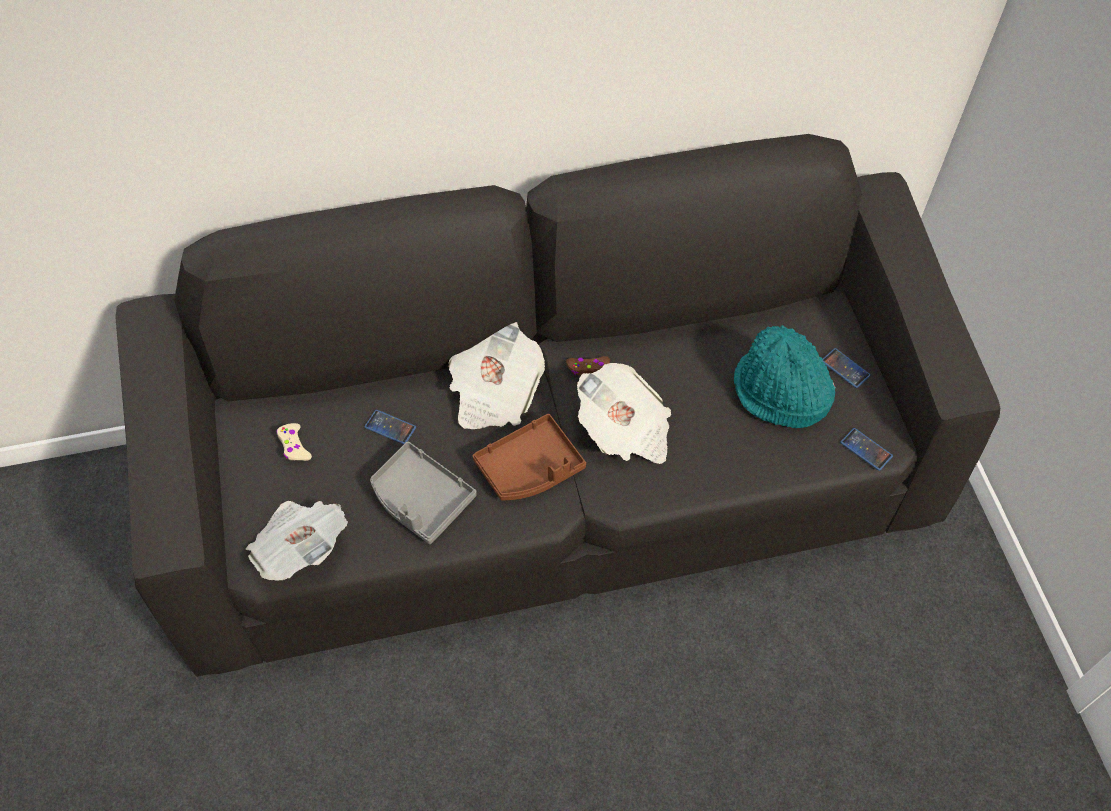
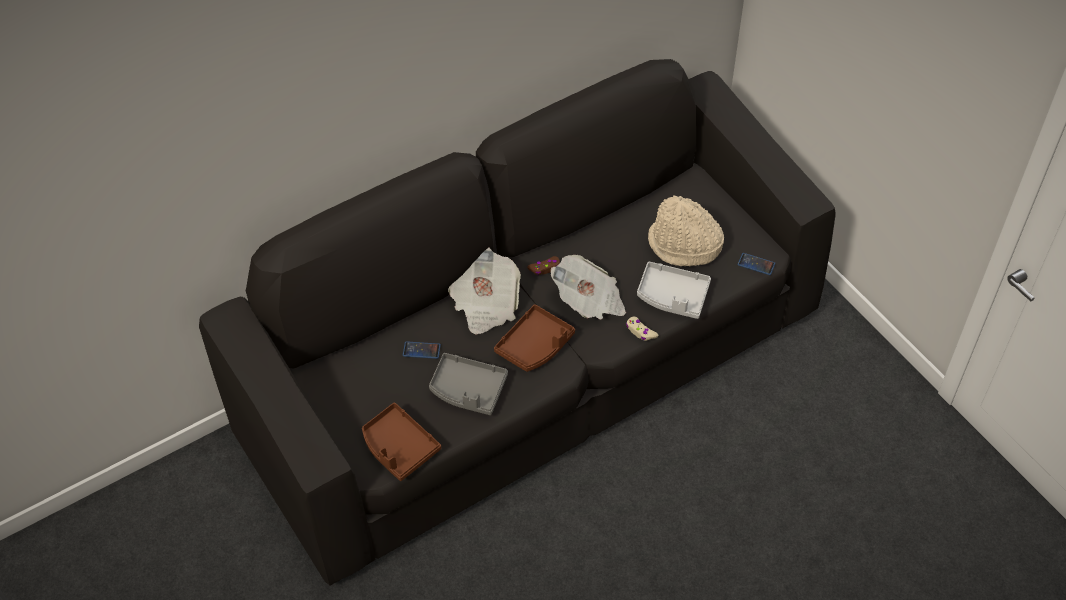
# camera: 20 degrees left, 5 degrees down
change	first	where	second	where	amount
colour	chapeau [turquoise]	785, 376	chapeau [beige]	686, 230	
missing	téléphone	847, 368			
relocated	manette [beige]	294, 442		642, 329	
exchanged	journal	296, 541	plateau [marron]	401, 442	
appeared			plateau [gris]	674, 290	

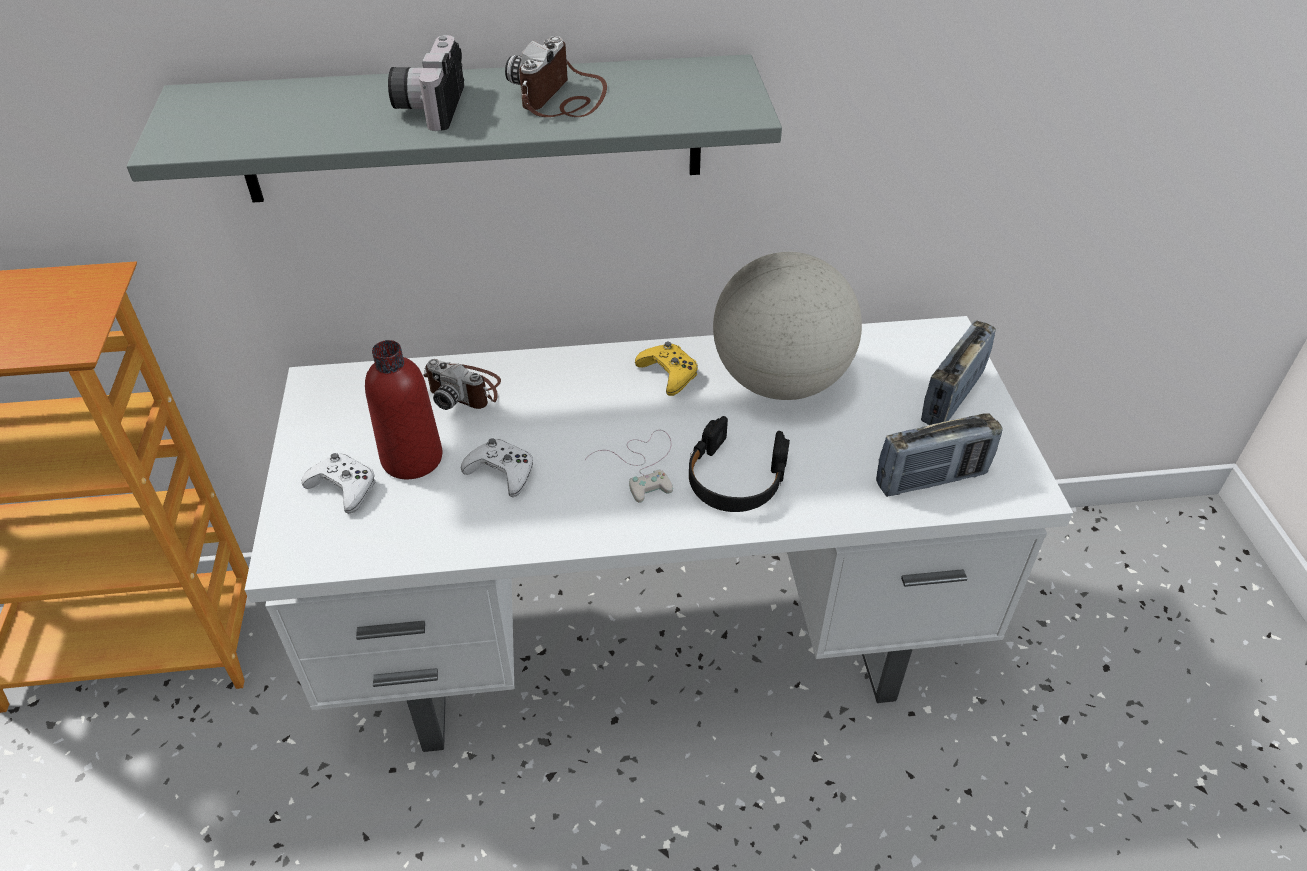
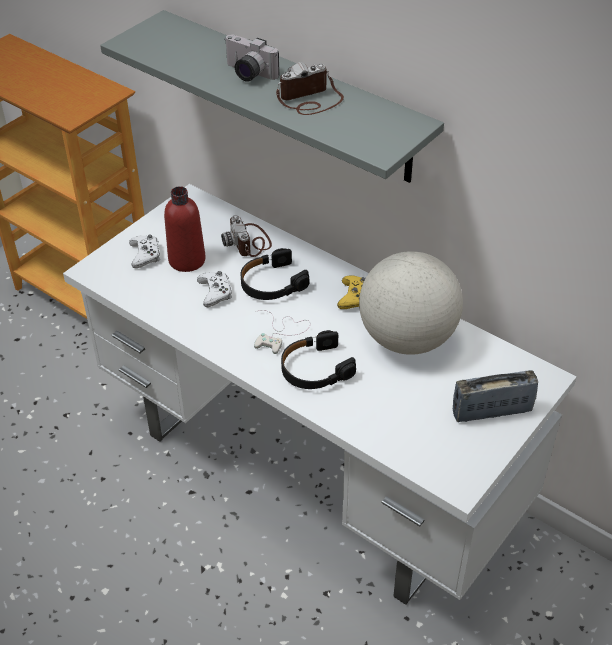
# camera: 45 degrees right, 0 degrees up
change	first	where	second	where	amount
spun	appareil photo	426, 83		251, 58	105 degrees counterclockwise
missing	radio	939, 455			
appeared			casque audio [noir]	275, 274	

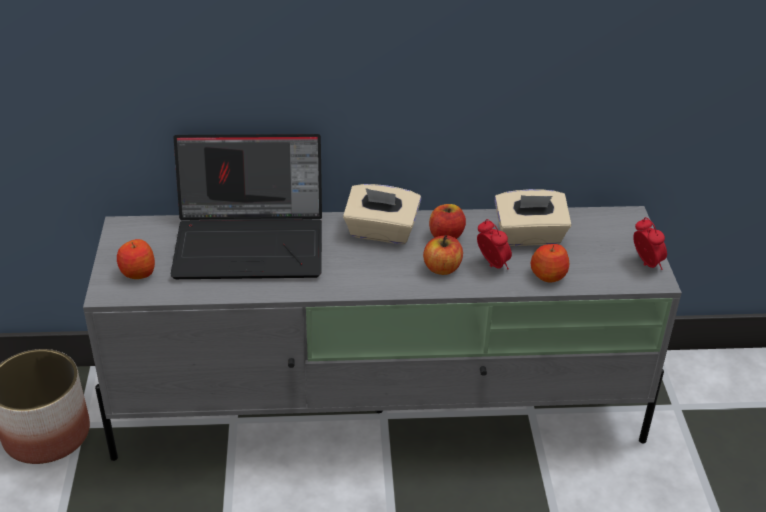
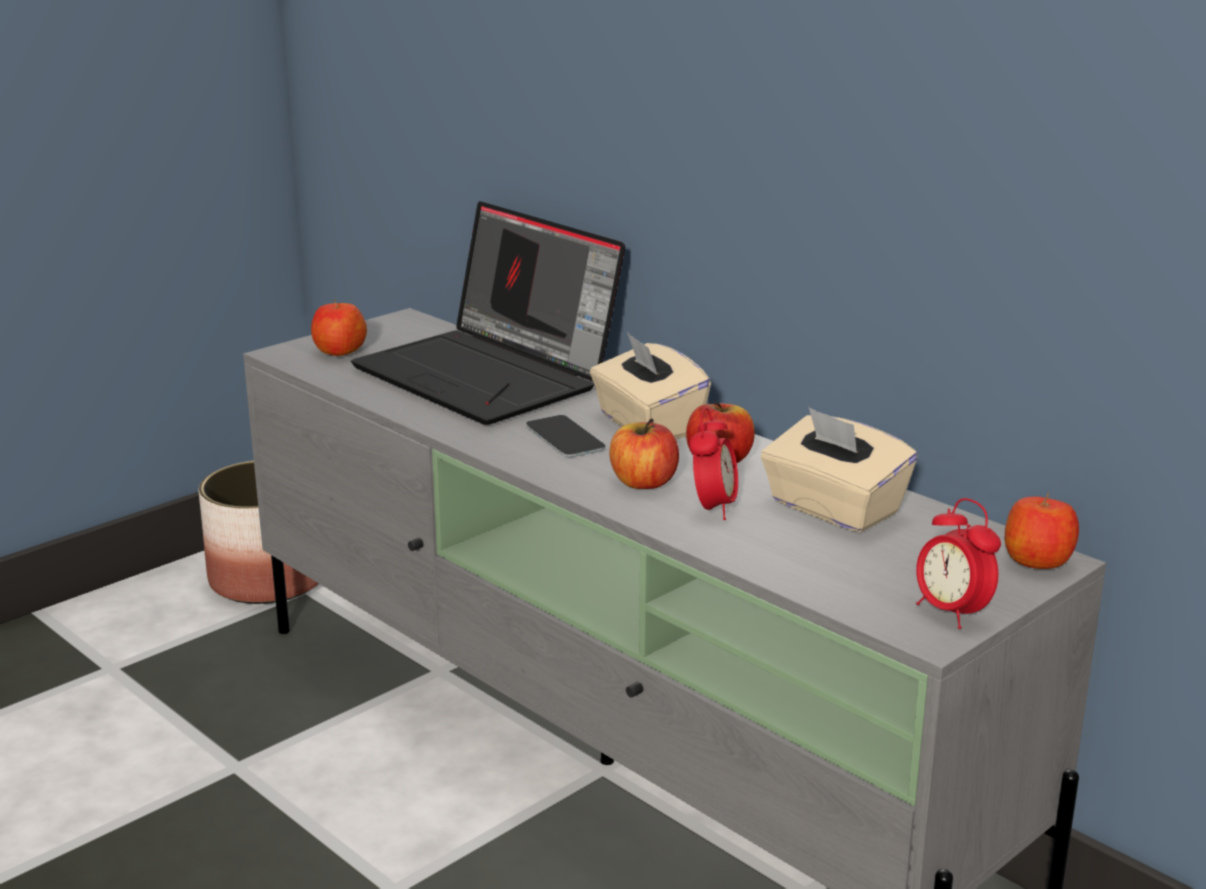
# camera: 50 degrees right, 15 degrees down
change	first	where	second	where	amount
spun	réveil	650, 243		958, 563	120 degrees clockwise
relocated	pomme	550, 263		1042, 531	
appeared			téléphone	565, 436	

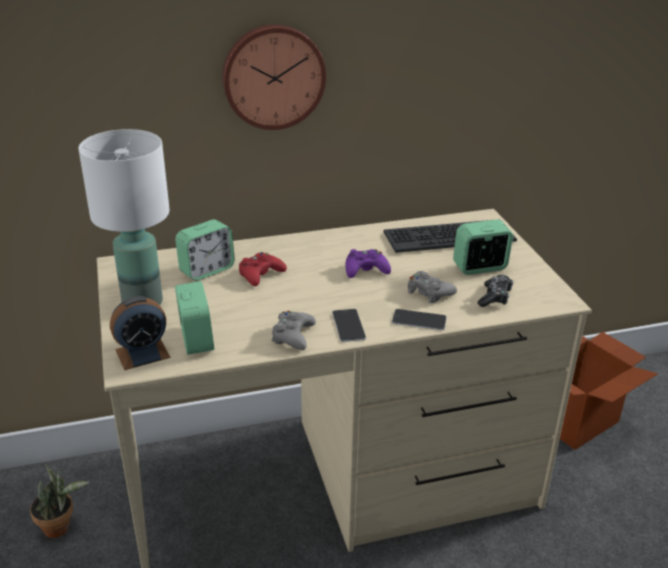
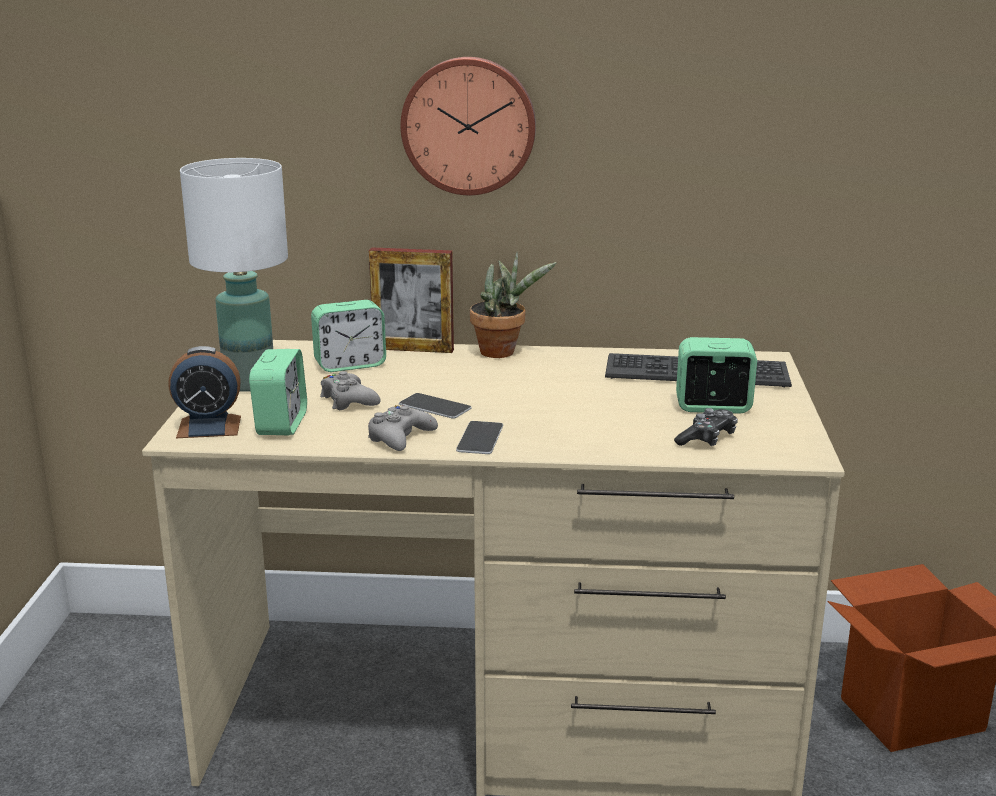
# camera: 20 degrees right, 10 degrees down
change	first	where	second	where	amount
missing	manette [violet]	368, 263			
missing	manette [rouge]	263, 269			
relocated	manette [gris]	432, 287		350, 390	
relocated	téléphone	419, 319		435, 406	
relocated	plante en pot	59, 501		513, 305	
appeared			cadre photo	411, 300	

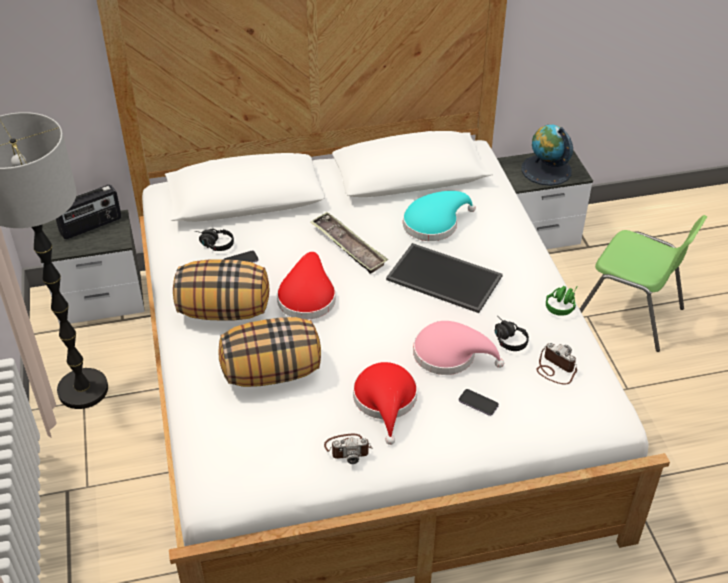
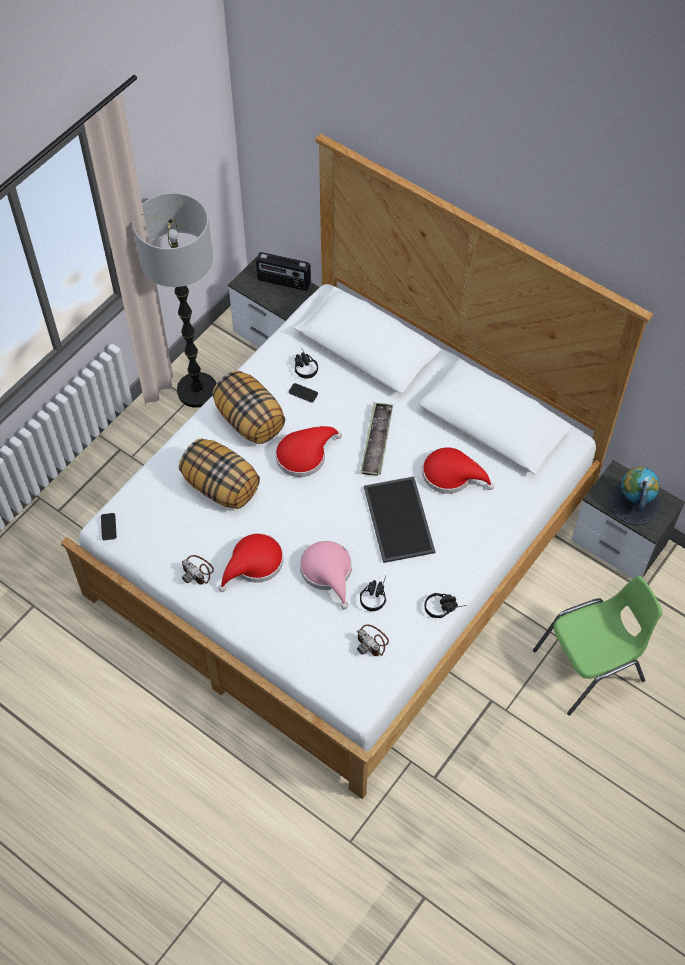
# camera: 50 degrees right, 15 degrees up
change	first	where	second	where	amount
colour	chapeau [turquoise]	439, 216	chapeau [rouge]	458, 470	
spun	chaise [vert]	643, 283		598, 645	105 degrees counterclockwise
colour	casque audio [vert]	561, 301	casque audio [noir]	446, 605	
spun	appareil photo	556, 364		373, 640	135 degrees clockwise
relocated	téléphone	479, 402		109, 526	

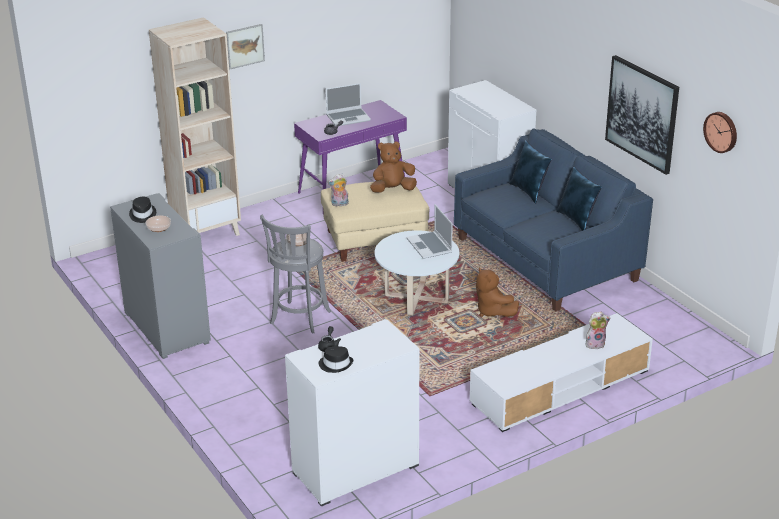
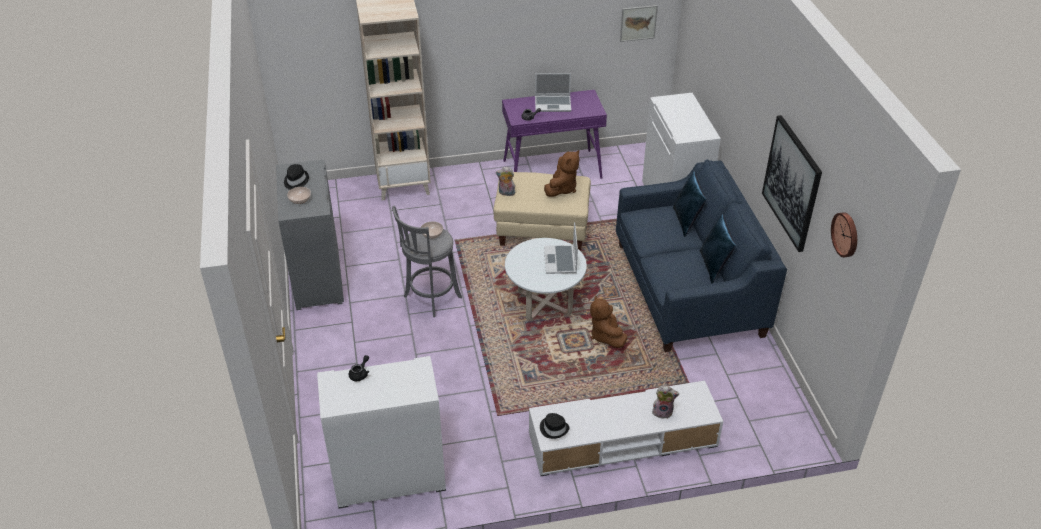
# camera: 20 degrees right, 10 degrees up
change	first	where	second	where	amount
relocated	tableau	245, 46		639, 23	
spun	peluche [marron]	393, 167		561, 173	120 degrees clockwise
relocated	chapeau [noir]	336, 359		554, 426	

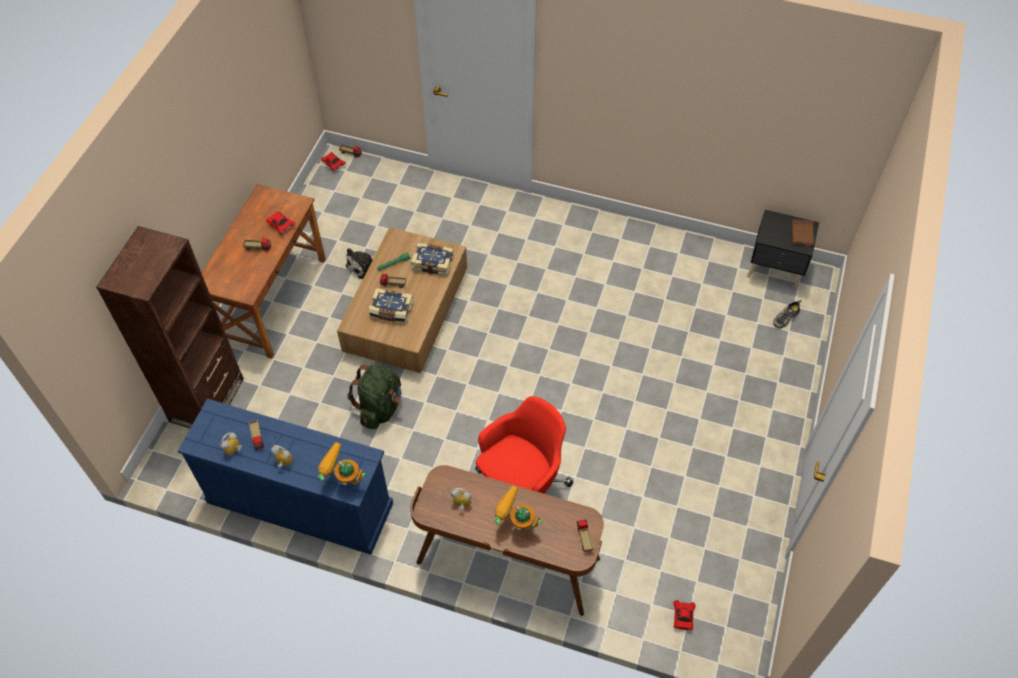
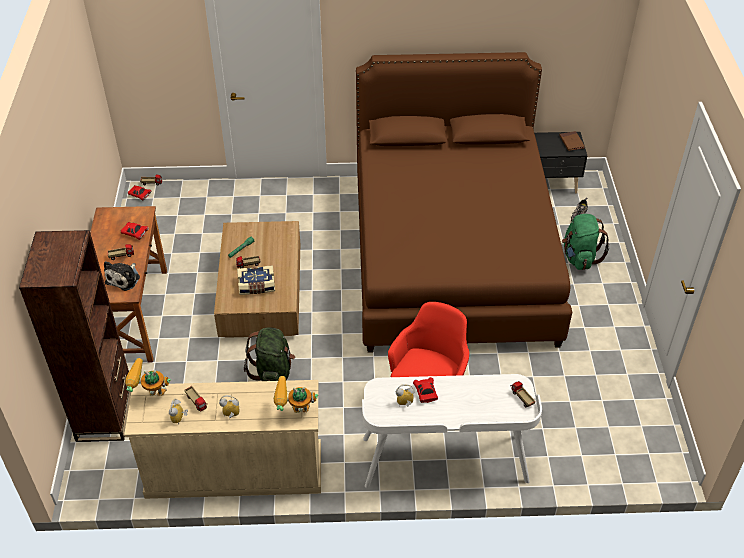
# camera: 20 degrees left, 10 degrees down
change	first	where	second	where	amount
missing	livre	432, 259			
relocated	peluche	361, 263		122, 276	
colour	commode [bleu]	285, 477	commode [beige]	222, 439	
colour	bureau [marron]	507, 540	bureau [blanc]	452, 431	
relocated	robot jouet	518, 508		148, 377	
relocated	petite voiture [rouge]	684, 615		425, 390	
appeared			lit [marron]	464, 202	
appeared			sac à dos [vert]	585, 242	

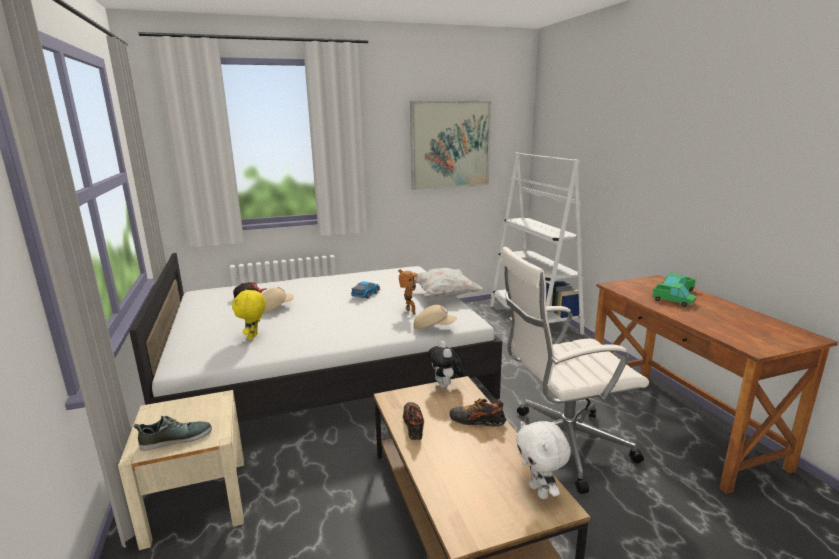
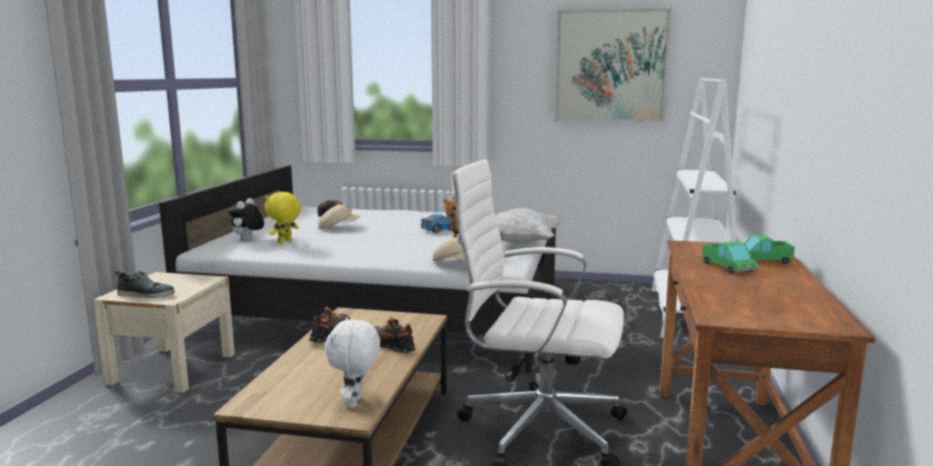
# camera: 30 degrees right, 5 degrees down
change	first	where	second	where	amount
relocated	peluche	446, 364		246, 219	

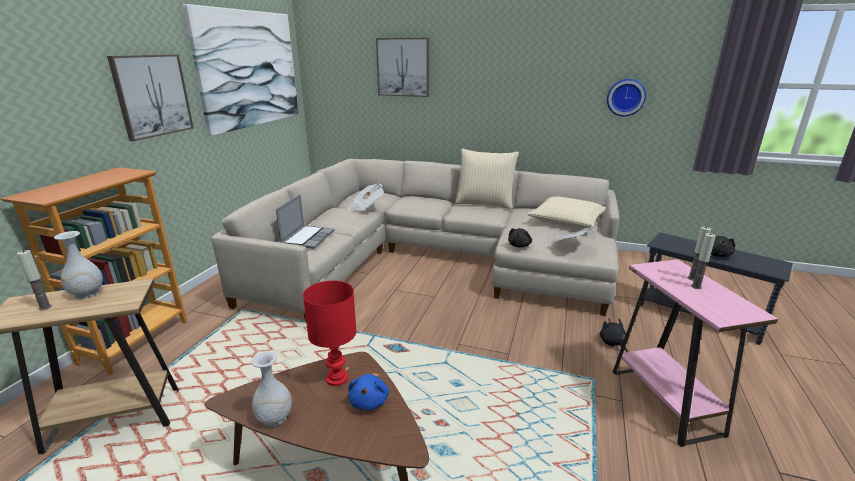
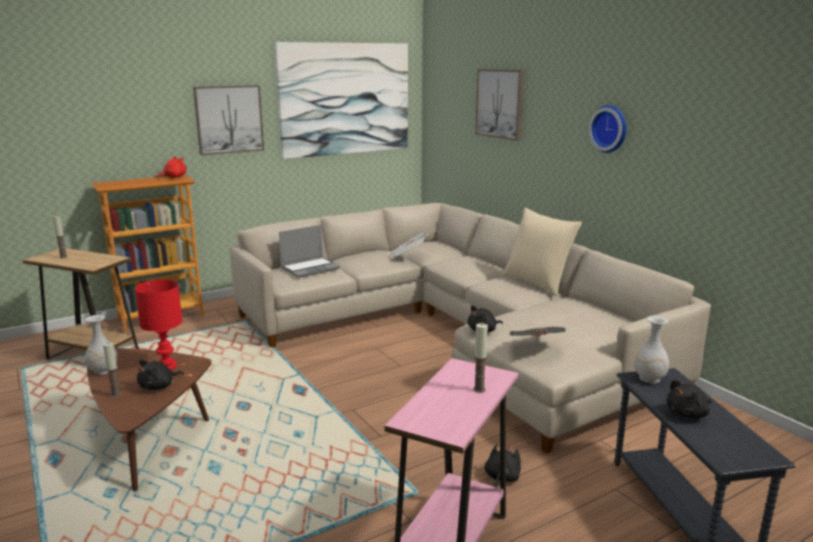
# camera: 40 degrees right, 5 degrees down
change	first	where	second	where	amount
relocated	horloge murale	626, 97		607, 129	
missing	coussin [beige]	566, 212			
relocated	vase [blanc]	78, 265		651, 349	
relocated	bougie	703, 261		112, 369	
colour	peluche [bleu]	368, 392	peluche [noir]	160, 374	
appeared			peluche [rouge]	171, 167	

